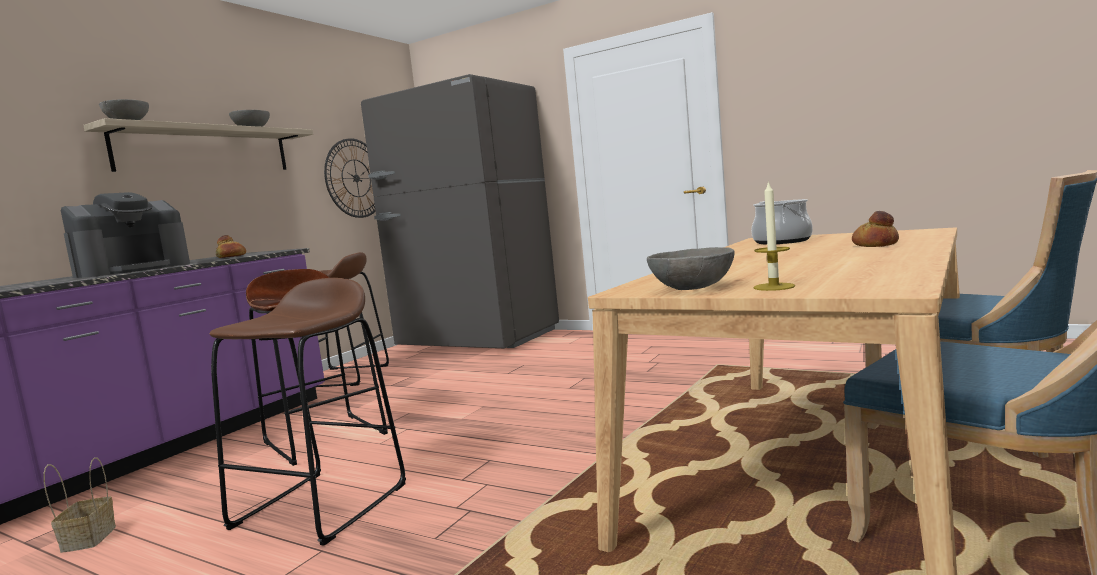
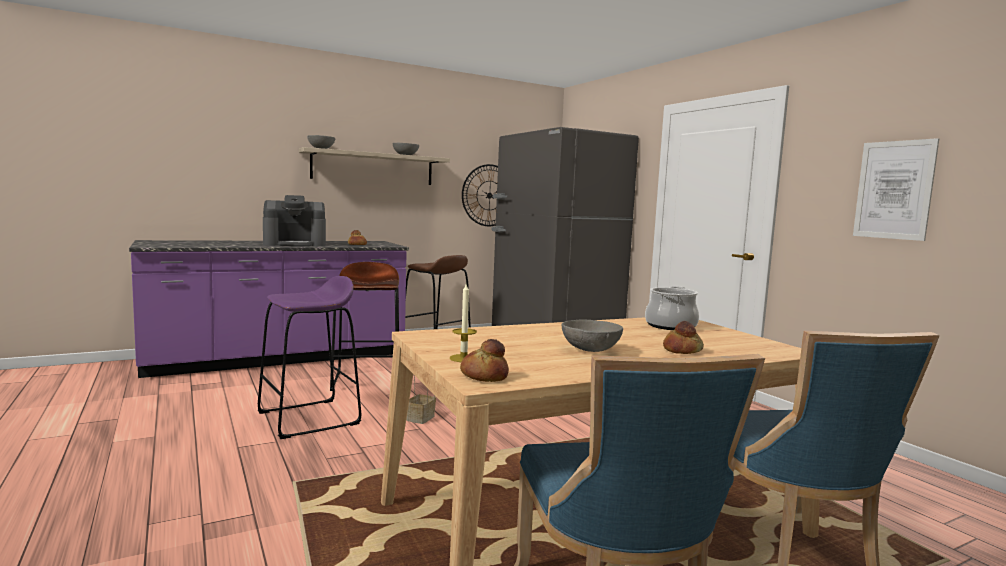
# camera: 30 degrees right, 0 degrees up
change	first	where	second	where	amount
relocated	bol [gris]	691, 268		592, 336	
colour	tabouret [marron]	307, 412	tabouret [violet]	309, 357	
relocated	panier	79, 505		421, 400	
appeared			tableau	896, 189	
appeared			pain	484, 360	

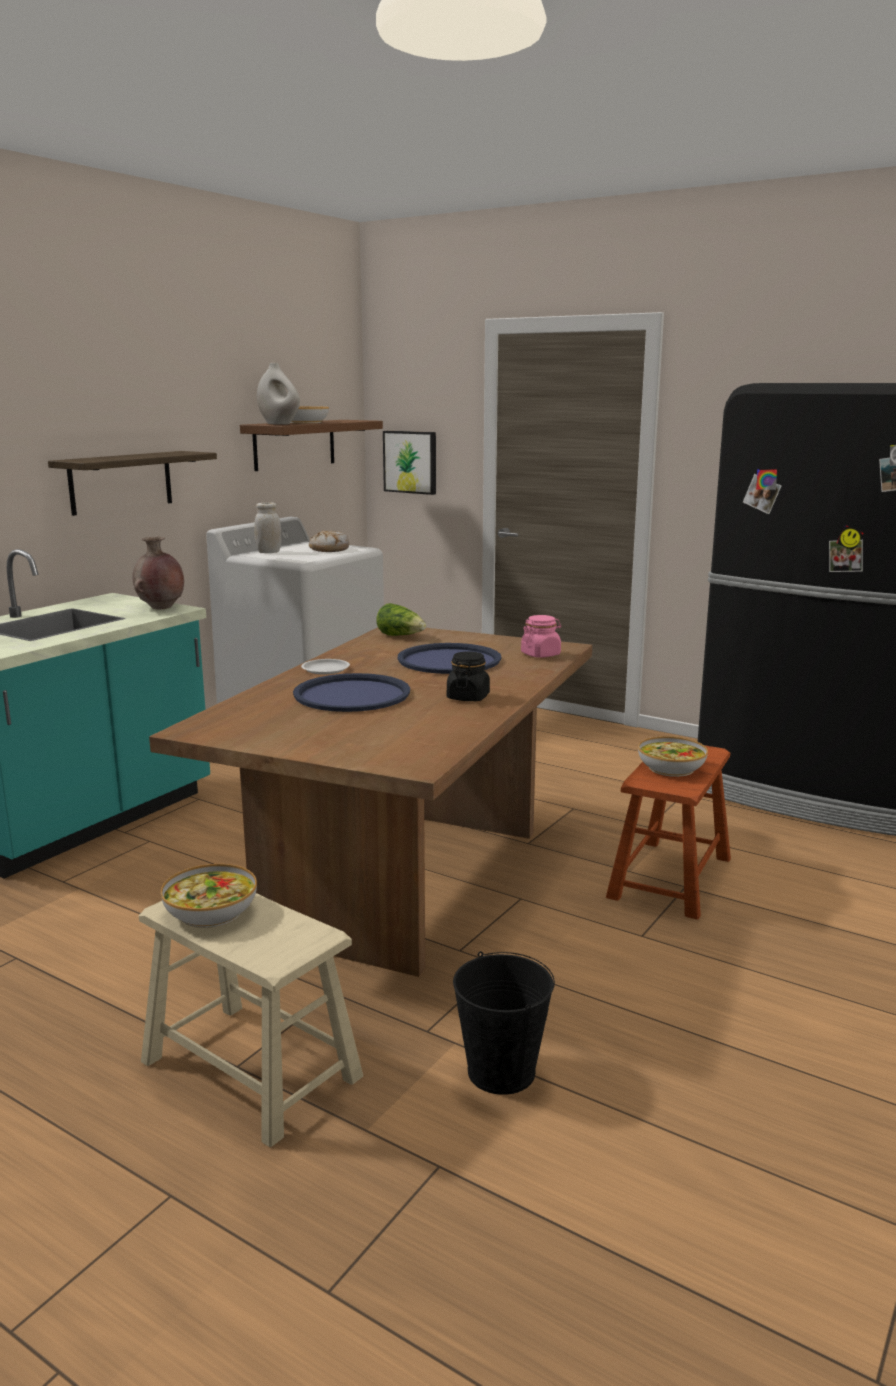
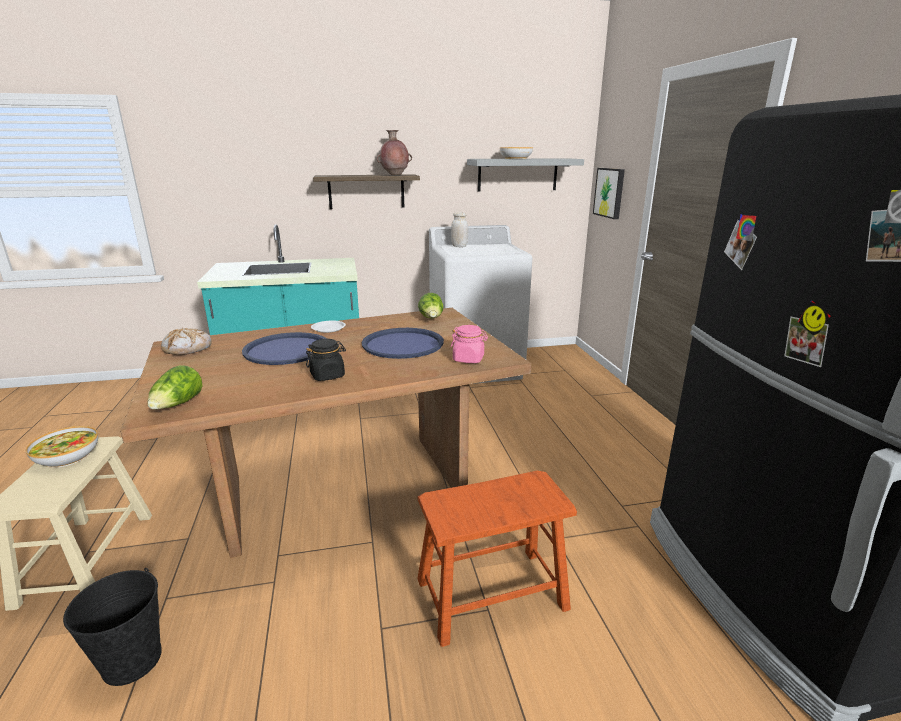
# camera: 45 degrees right, 5 degrees up
change	first	where	second	where	amount
missing	vase [blanc]	278, 394			
colour	étagère [marron]	311, 445	étagère [gris]	525, 175	
relocated	pain	329, 541		186, 341	
relocated	vase [marron]	158, 573		394, 152	
missing	bol	673, 756			
appeared			laitue	175, 387	

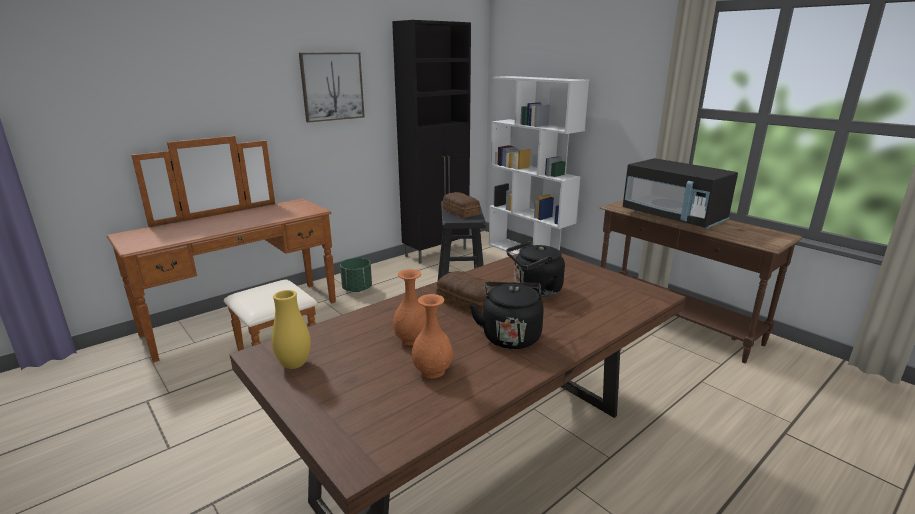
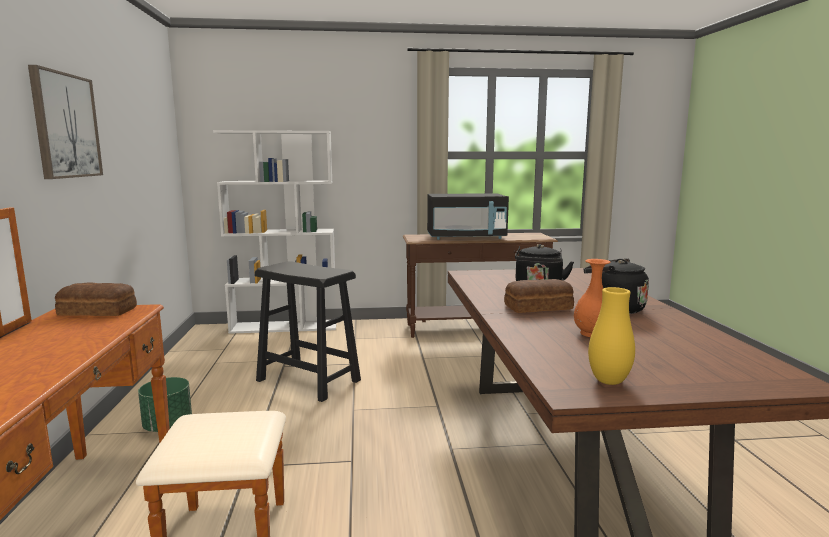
# camera: 55 degrees left, 10 degrees down
change	first	where	second	where	amount
missing	meuble de rangement [noir]	431, 142			
relocated	pain	461, 205		96, 299	
missing	vase [orange]	432, 336			

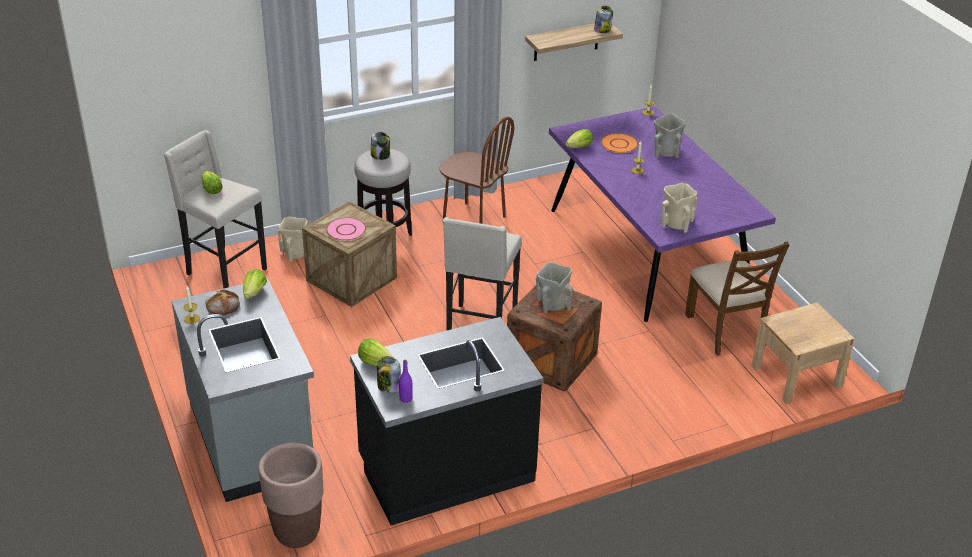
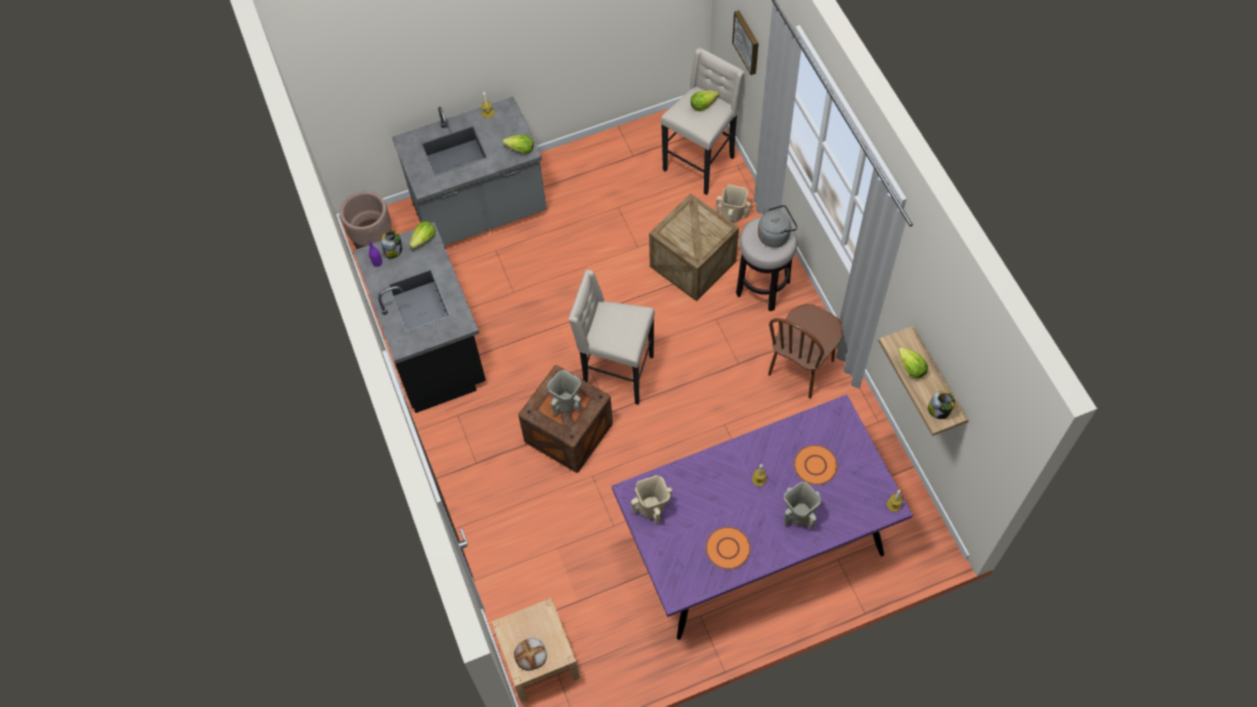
# camera: 95 degrees right, 25 degrees up
change	first	where	second	where	amount
relocated	laitue	579, 138		913, 362	
exchanged	bocal	380, 146	bouilloire [gris]	778, 226	
missing	assiette [rose]	346, 229			
missing	chaise [marron]	737, 298			
relocated	pain	223, 302		530, 654	
appeared			tableau	745, 42	
appeared			assiette [orange]	728, 548	

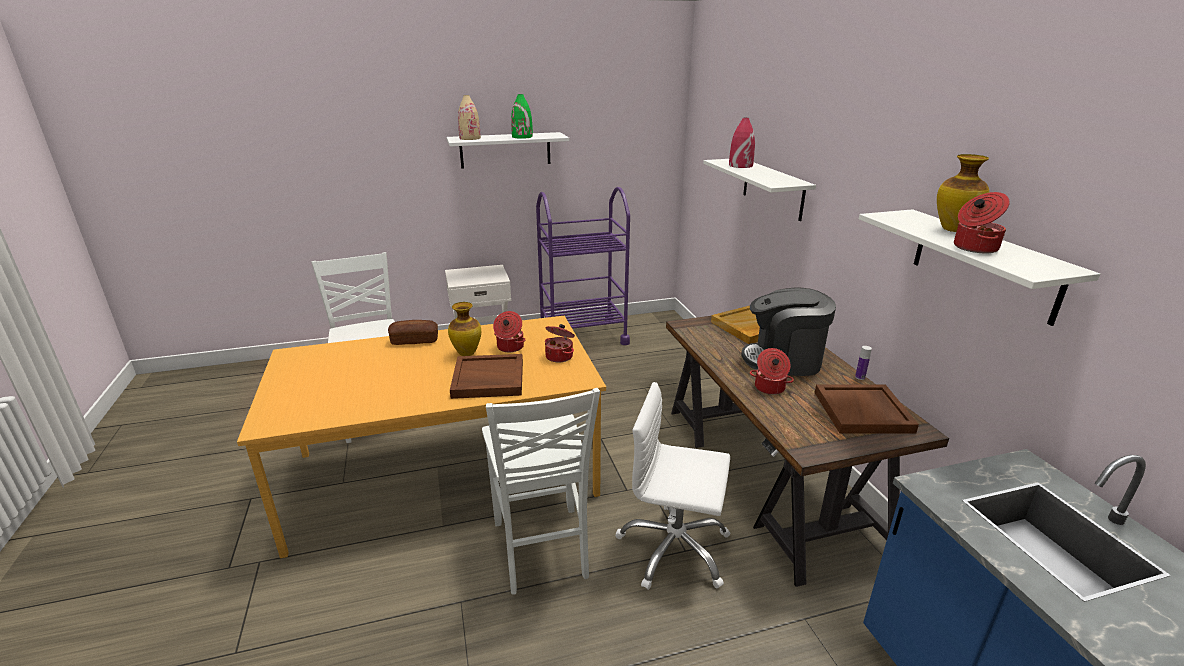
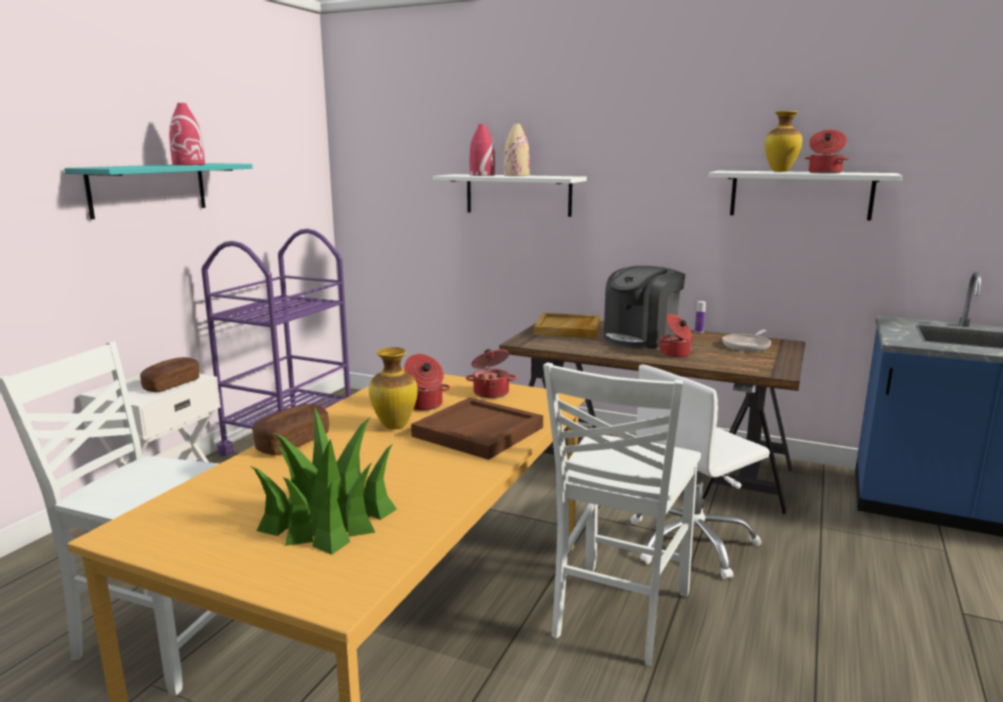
# camera: 50 degrees left, 10 degrees down
change	first	where	second	where	amount
colour	vase [vert]	522, 116	vase [rouge]	187, 134	
relocated	vase [beige]	469, 117		517, 150	
colour	étagère [blanc]	507, 150	étagère [turquoise]	158, 191	
exchanged	plateau [marron]	867, 408	poêle	746, 340	
spun	chaise [blanc]	541, 491		622, 514	90 degrees clockwise
appeared			pain	170, 374	
appeared			plante en pot	324, 481	

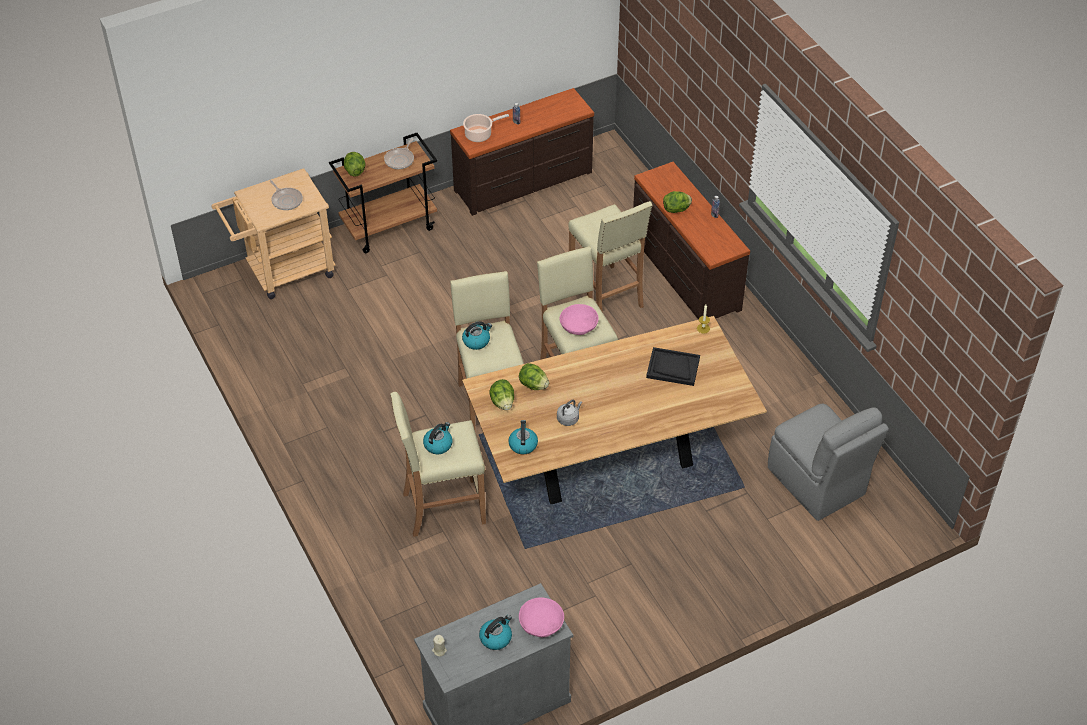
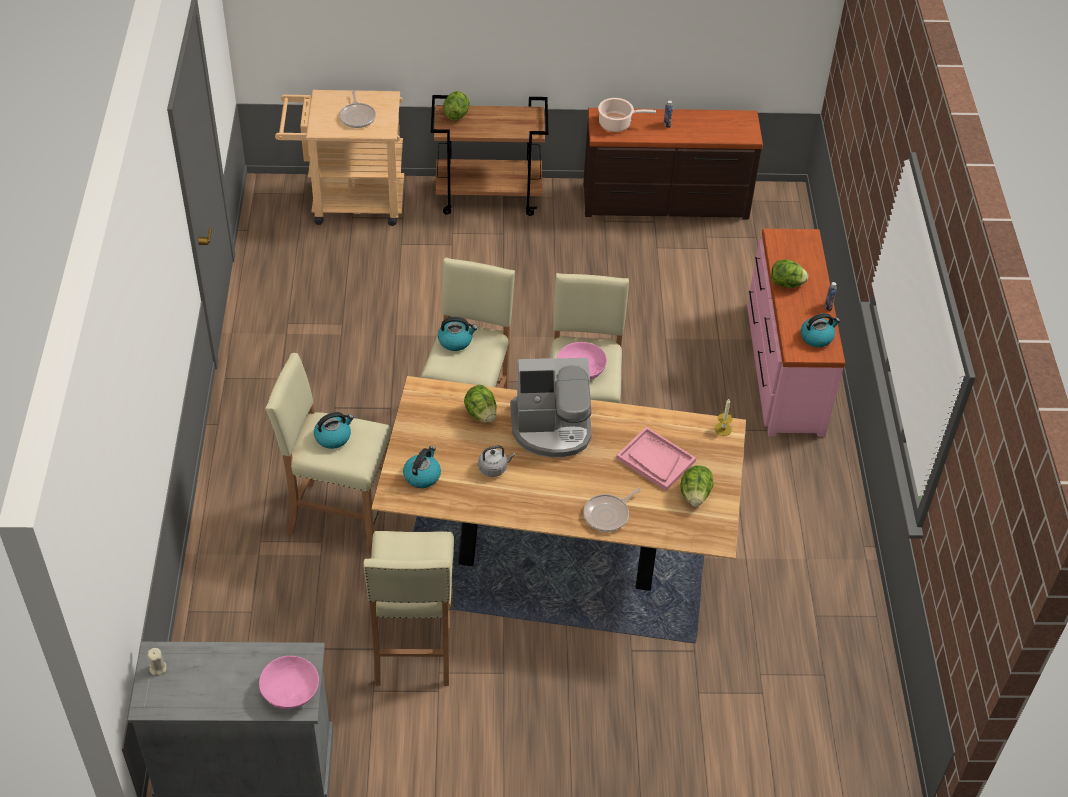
# camera: 25 degrees right, 0 degrees up
change	first	where	second	where	amount
relocated	poêle	399, 153		612, 510	
colour	commode [marron]	691, 241	commode [rose]	796, 332	
relocated	tabouret [beige]	610, 257		408, 608	
colour	plateau [noir]	673, 366	plateau [rose]	656, 459	
relocated	laitue	501, 394		696, 485	
missing	chaise [gris]	828, 462			
relocated	bouilloire	495, 632		820, 330	
appeared			machine à café	551, 408	

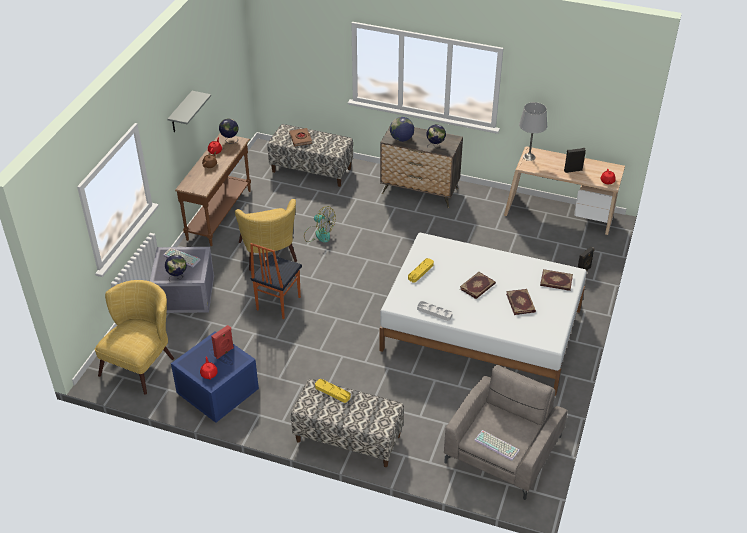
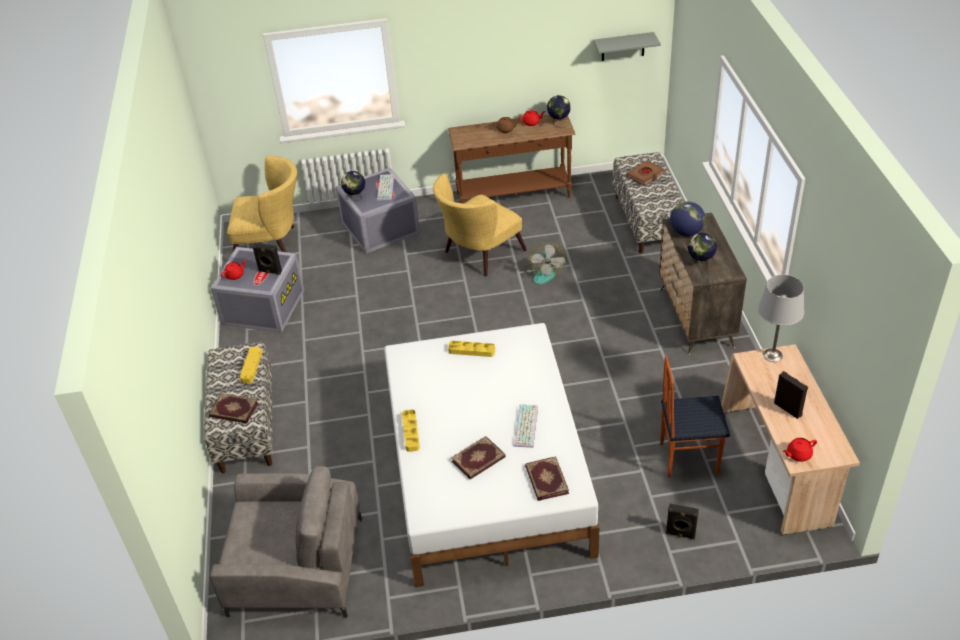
# camera: 65 degrees right, 0 degrees up
change	first	where	second	where	amount
relocated	étagère [gris]	189, 111		627, 46	
relocated	chaise	276, 281		695, 416	
relocated	livre	478, 285		233, 408	
missing	plateau [gris]	435, 311			
colour	enceinte [rouge]	222, 342	enceinte [noir]	267, 259	
colour	boîte de rangement [bleu]	215, 377	boîte de rangement [gris]	257, 290	
relocated	clavier	497, 445		526, 426	
appeared			plateau [jaune]	411, 431	

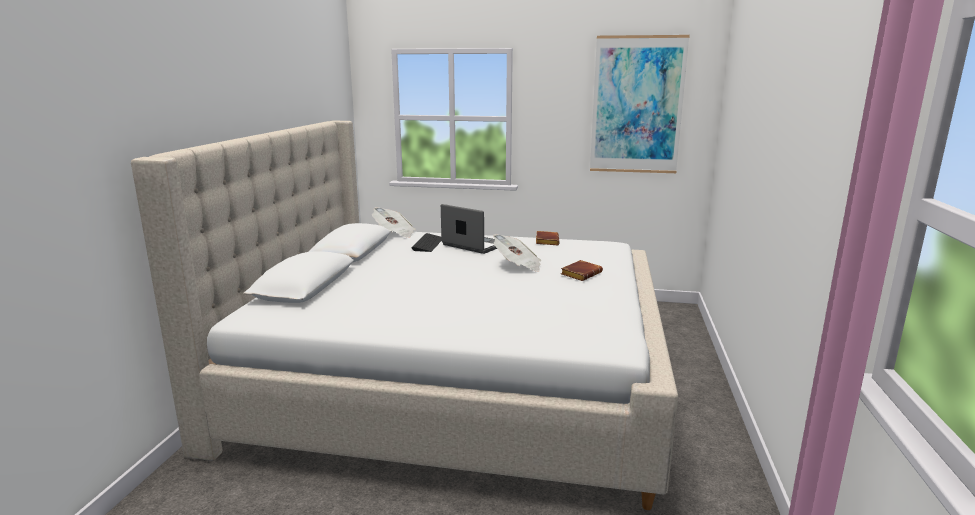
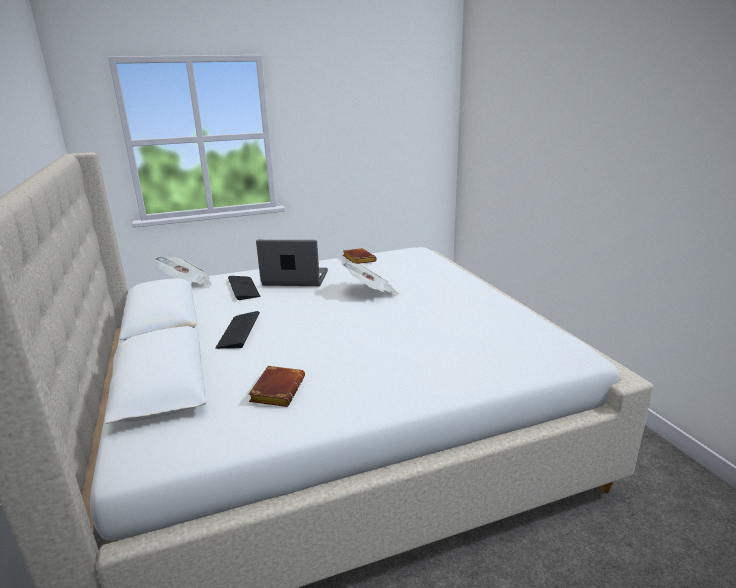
# camera: 30 degrees left, 5 degrees up
change	first	where	second	where	amount
missing	tableau	640, 104			
relocated	livre [marron]	582, 270		277, 386	
appeared			clavier	237, 330	

